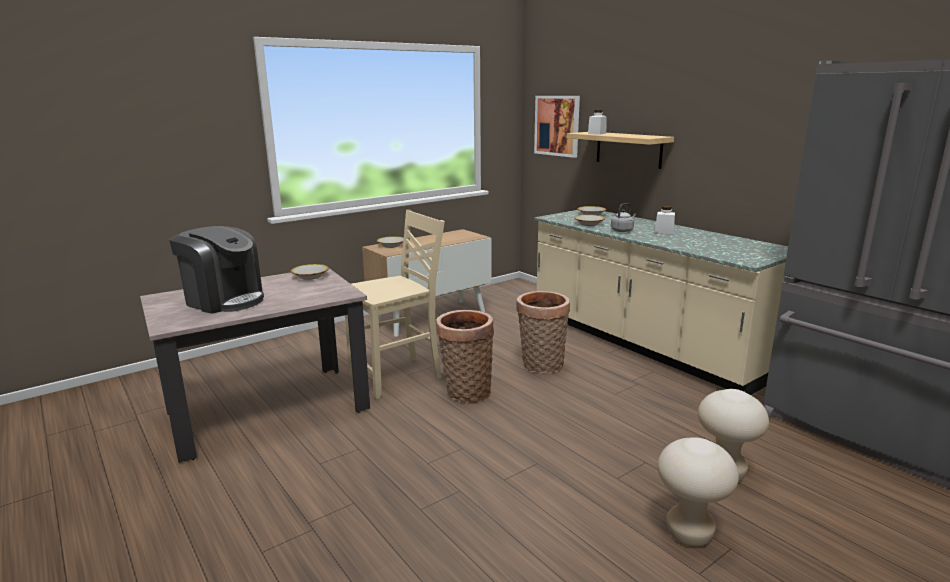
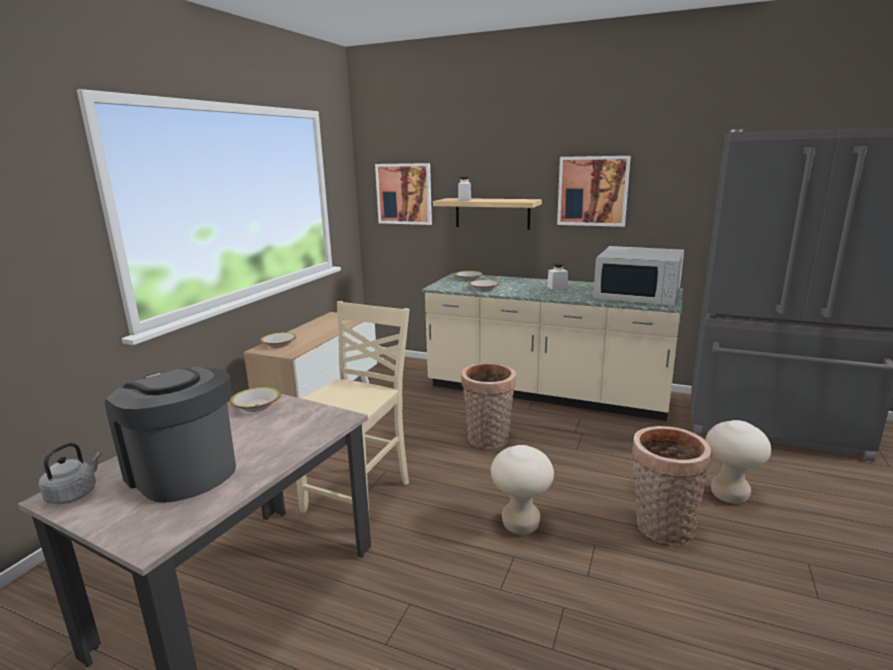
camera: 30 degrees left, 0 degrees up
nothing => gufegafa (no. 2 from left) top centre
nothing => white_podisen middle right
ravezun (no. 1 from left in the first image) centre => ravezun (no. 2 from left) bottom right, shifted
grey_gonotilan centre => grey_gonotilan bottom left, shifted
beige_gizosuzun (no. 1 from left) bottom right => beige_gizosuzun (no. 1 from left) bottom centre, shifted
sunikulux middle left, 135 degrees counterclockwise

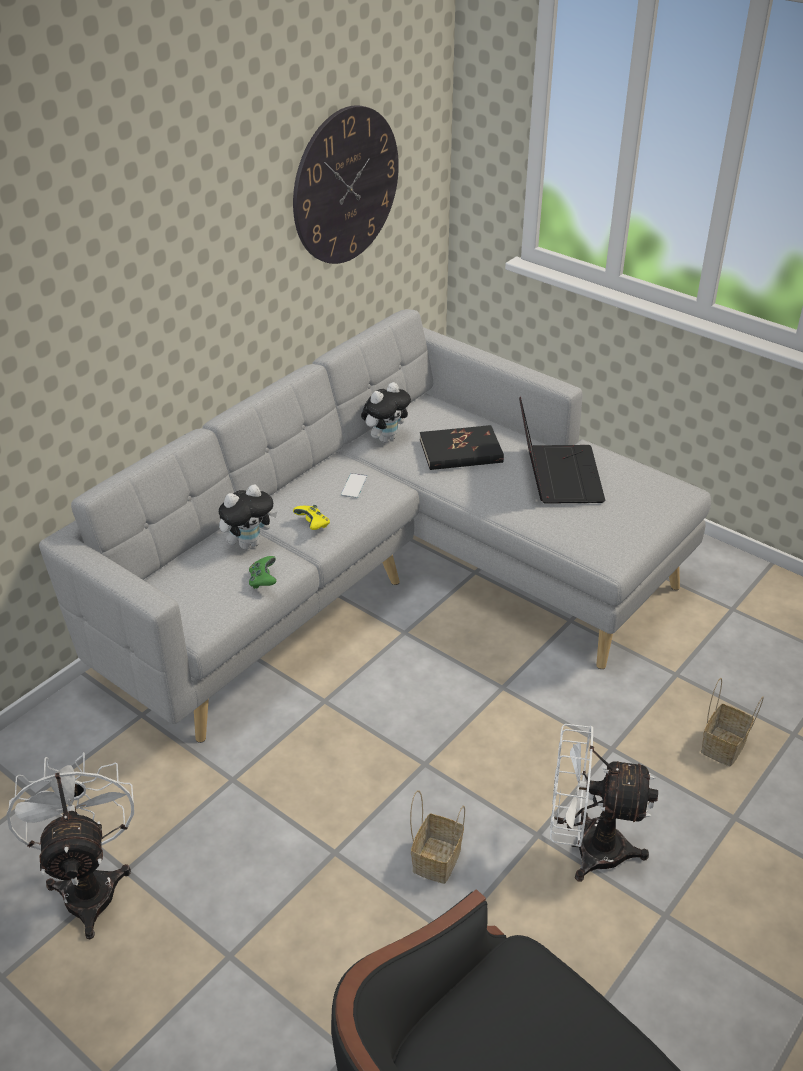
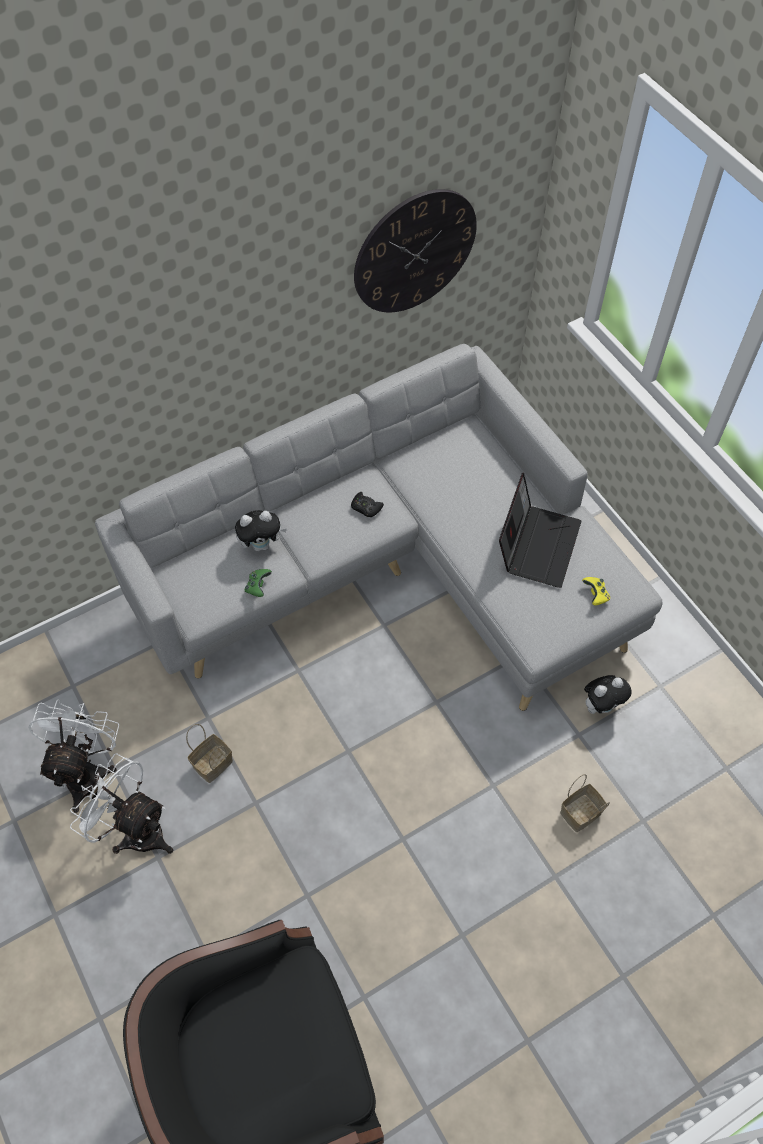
camera: 20 degrees right, 20 degrees up
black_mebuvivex centre => nothing
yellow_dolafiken centre => yellow_dolafiken middle right, shifted
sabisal (no. 2 from left) centre => sabisal (no. 2 from left) middle right, shifted
ravezun (no. 1 from left) bottom centre => ravezun (no. 1 from left) middle left, shifted
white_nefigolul (no. 2 from left) bottom right => white_nefigolul (no. 2 from left) bottom left, shifted
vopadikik centre => black_dolafiken centre

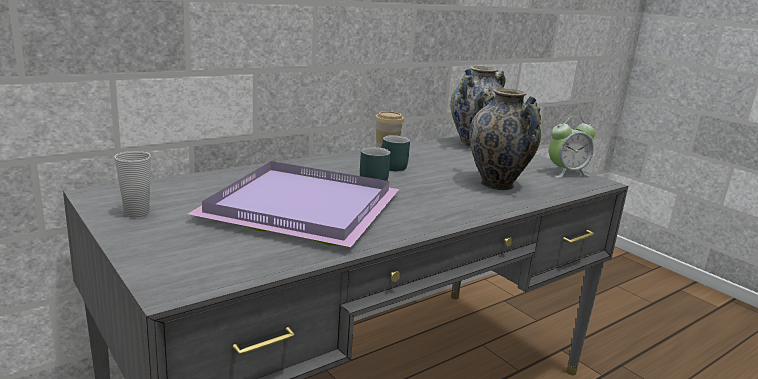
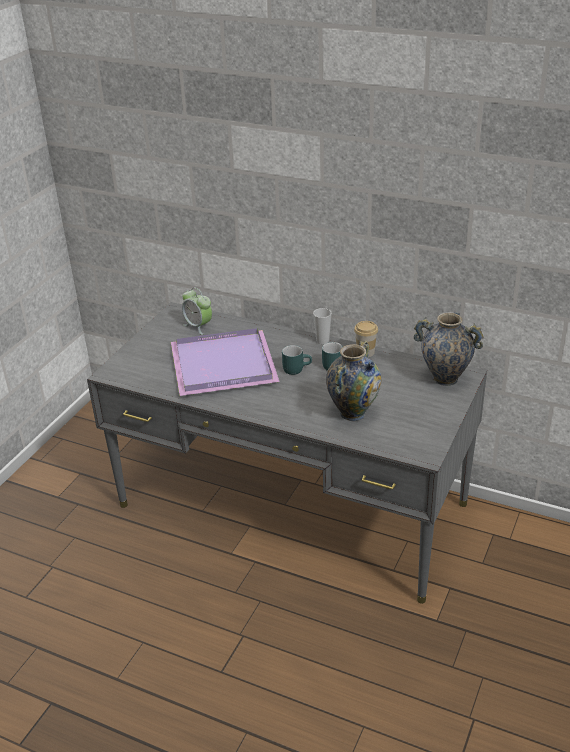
camera: 65 degrees right, 15 degrees up
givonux (no. 1 from left) middle left => givonux (no. 1 from left) centre, shifted
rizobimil middle right => rizobimil centre, shifted

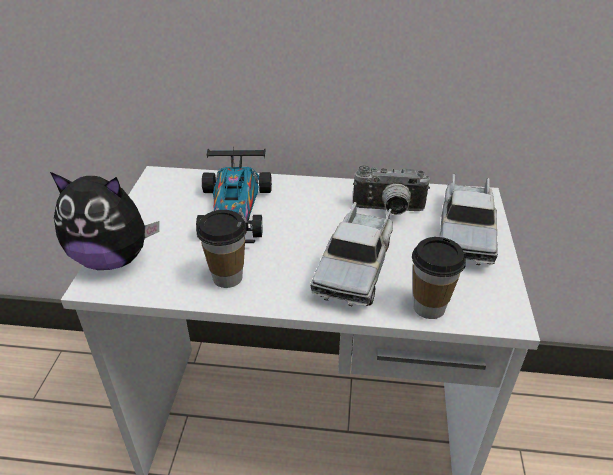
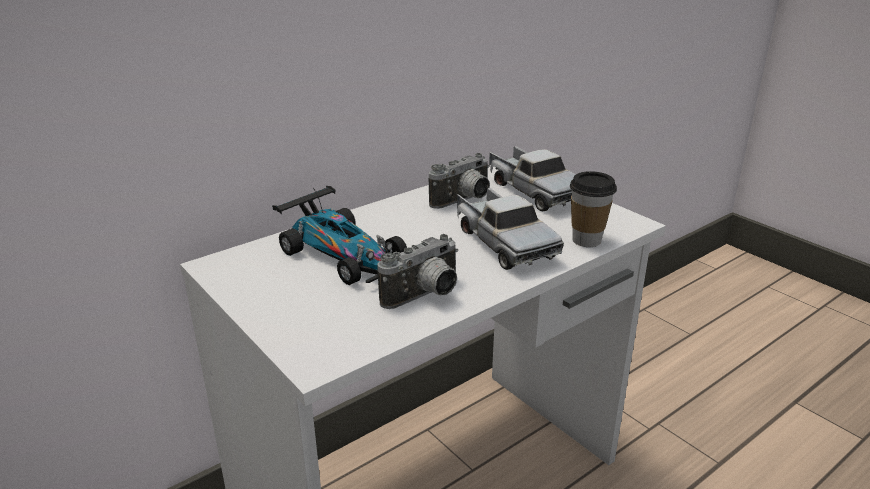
camera: 45 degrees left, 10 degrees down
sabisal middle left => nothing
givonux (no. 1 from left) centre => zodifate (no. 1 from left) centre

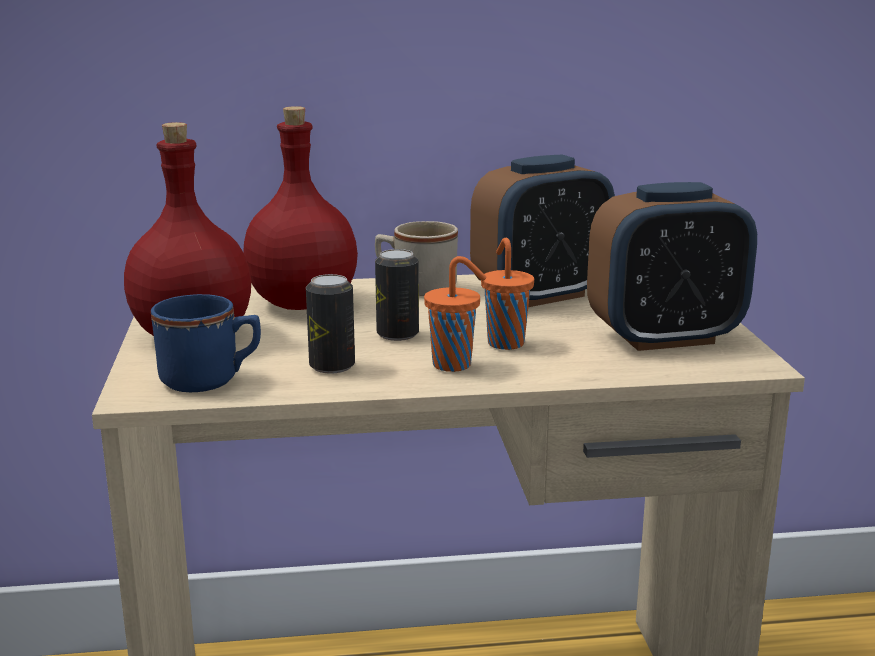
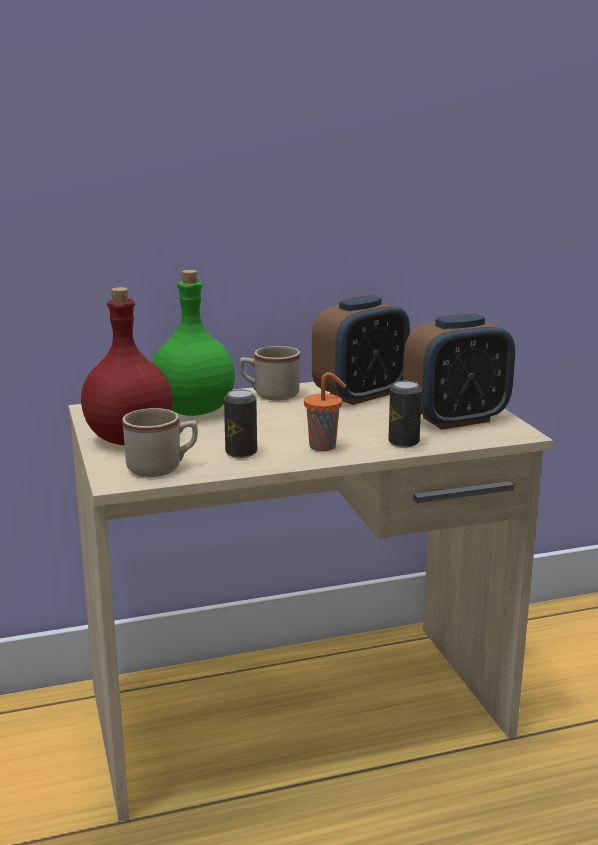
camera: 10 degrees left, 0 degrees up
orange_givonux (no. 2 from left) centre => nothing
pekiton (no. 2 from left) centre => pekiton (no. 2 from left) middle right, shifted
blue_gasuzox middle left => beige_gasuzox (no. 1 from left) middle left
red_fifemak (no. 2 from left) top centre => green_fifemak middle left

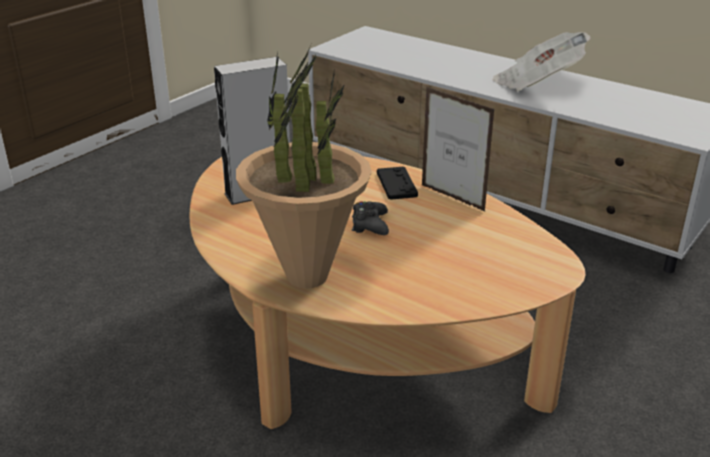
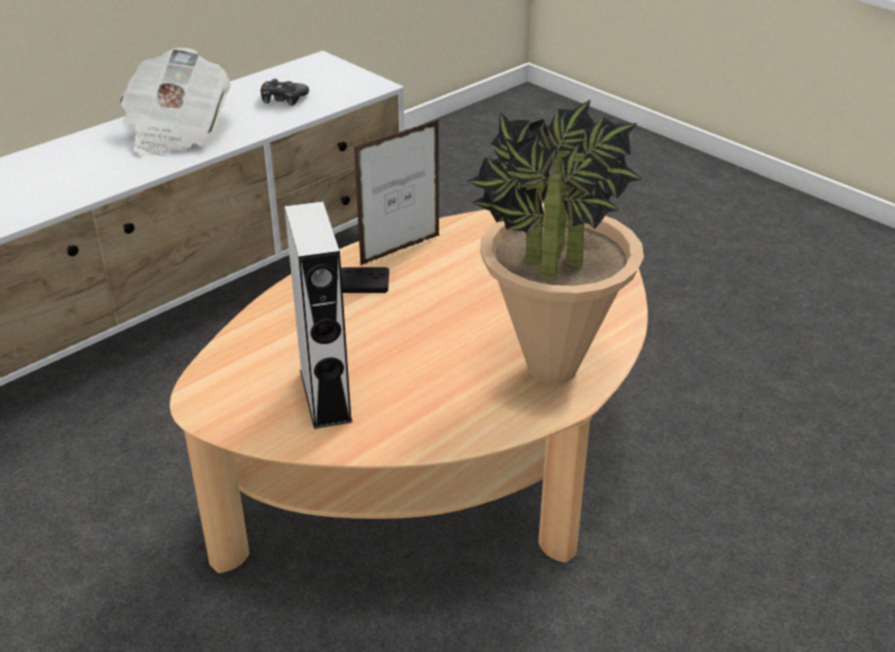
camera: 80 degrees left, 5 degrees up
black_dolafiken (no. 1 from left) centre => black_dolafiken (no. 1 from left) top left, shifted

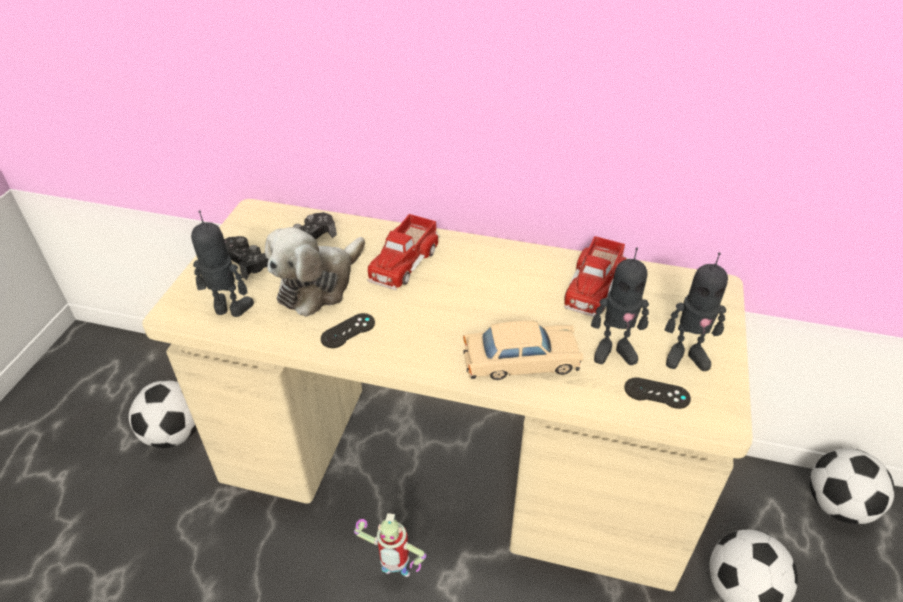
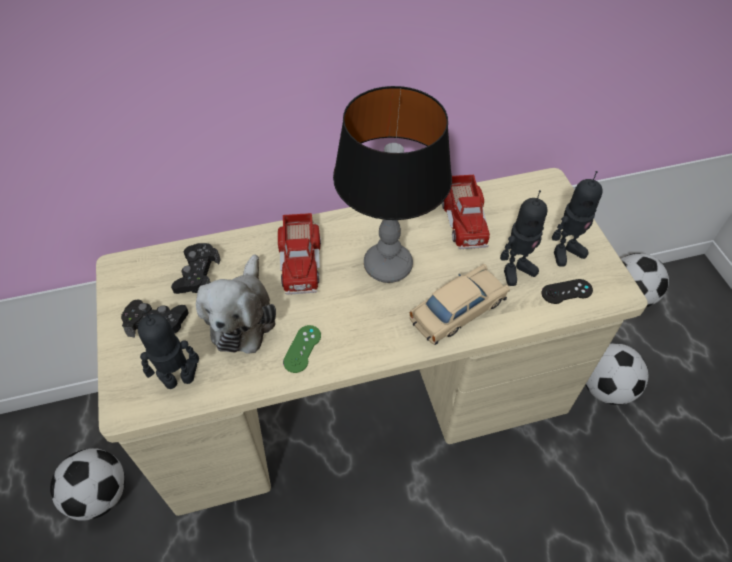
camera: 30 degrees left, 10 degrees up
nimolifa (no. 2 from left) bottom centre => nothing
nothing => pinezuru top centre
black_dolafiken (no. 3 from left) centre => green_dolafiken centre

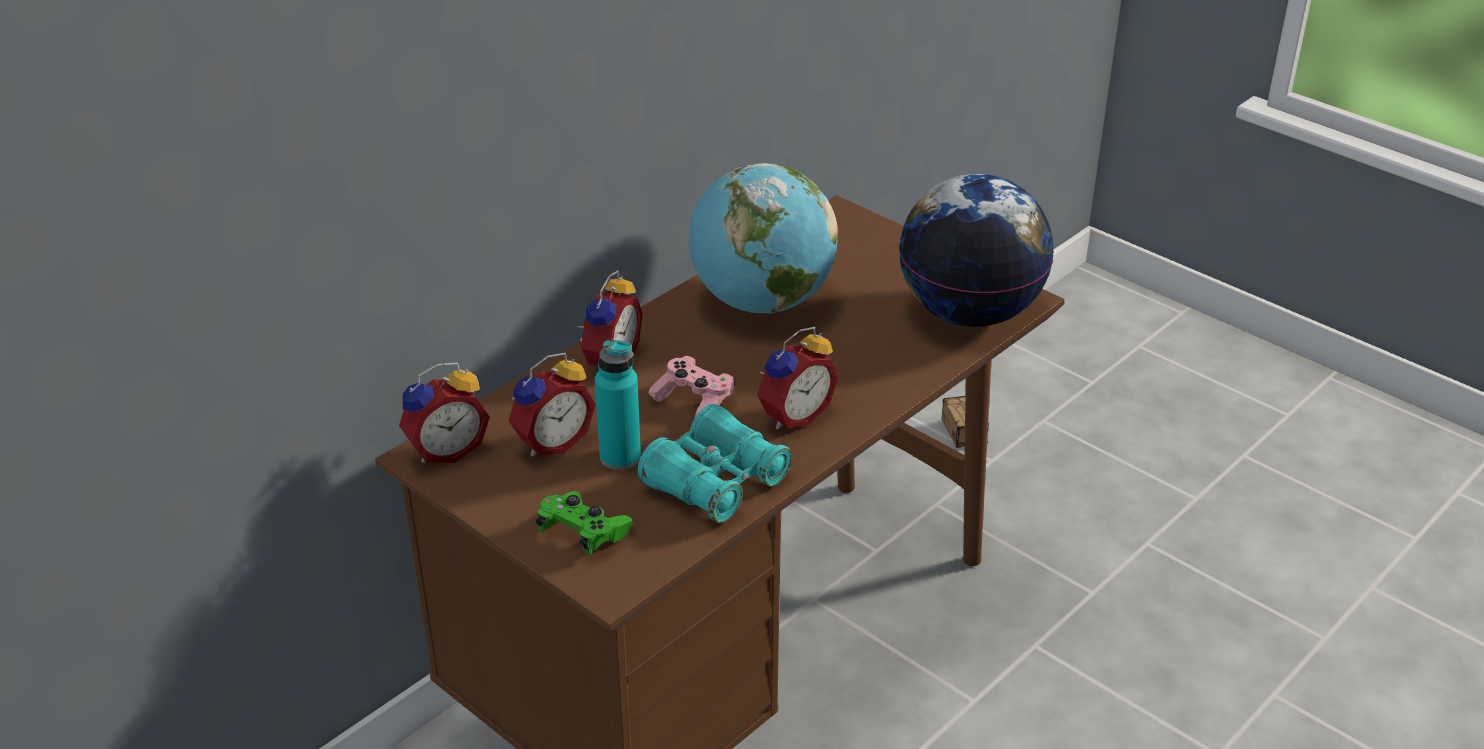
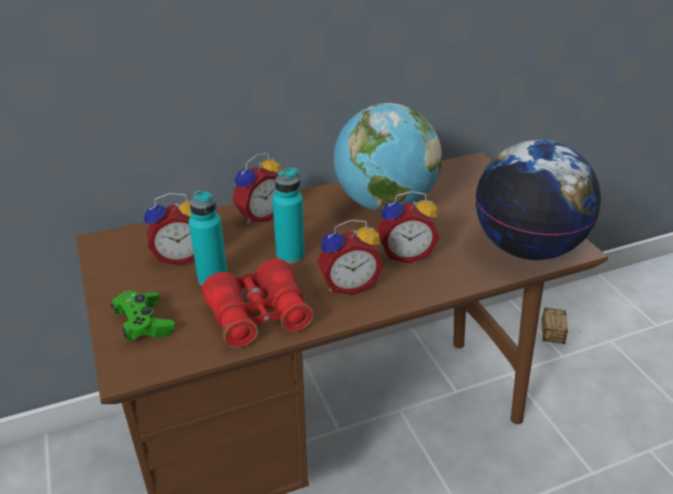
camera: 25 degrees right, 0 degrees up
rizobimil (no. 1 from left in the first image) middle left => rizobimil (no. 4 from left) centre, shifted
pink_dolafiken centre => turquoise_fifemak (no. 2 from left) centre
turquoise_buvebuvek centre => red_buvebuvek centre

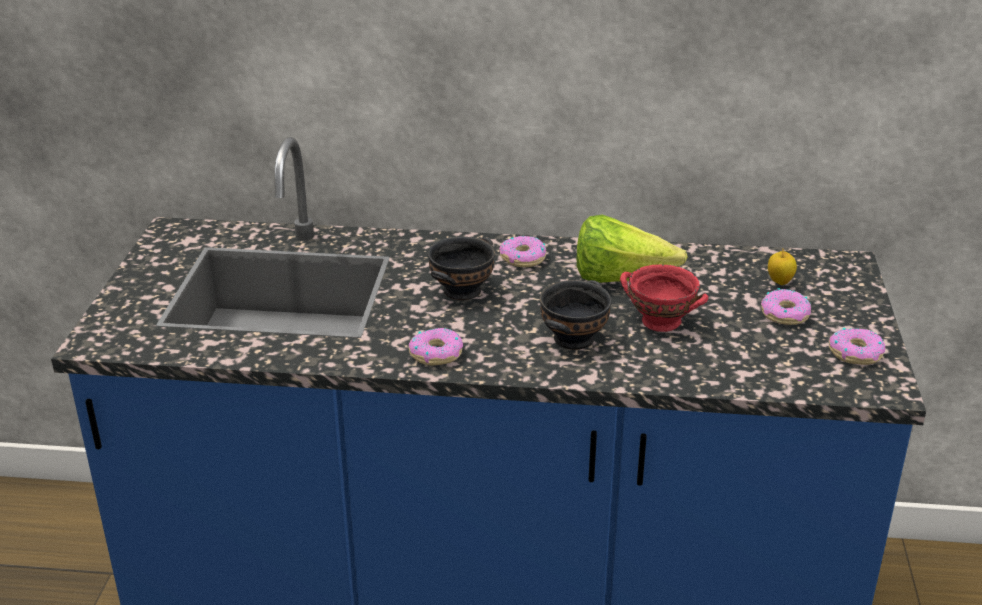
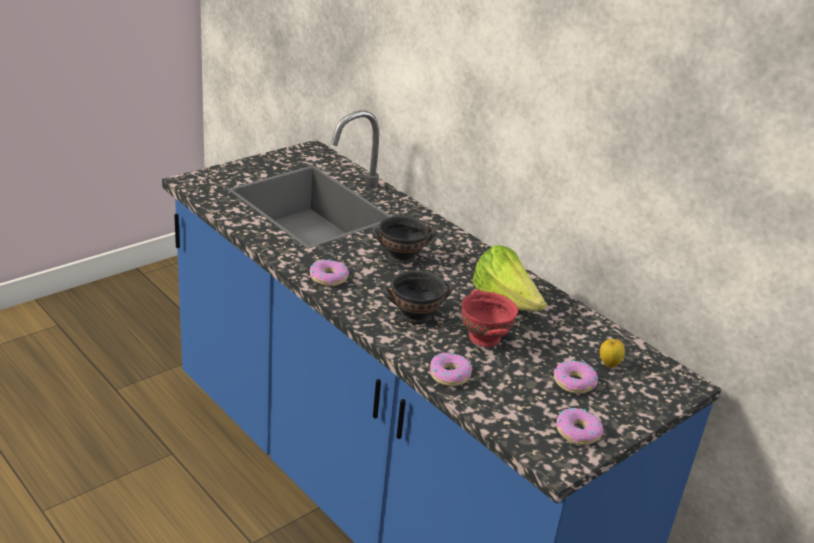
camera: 40 degrees right, 0 degrees up
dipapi (no. 2 from left) centre => dipapi (no. 2 from left) bottom centre, shifted

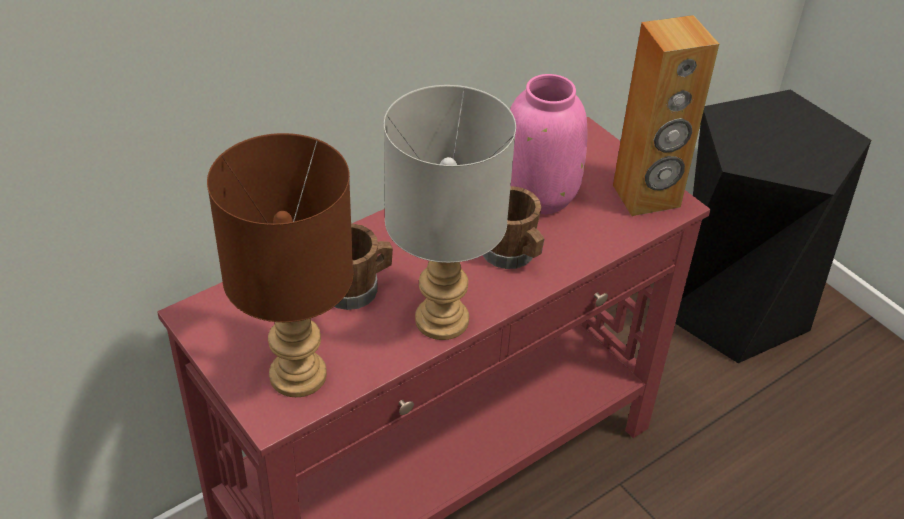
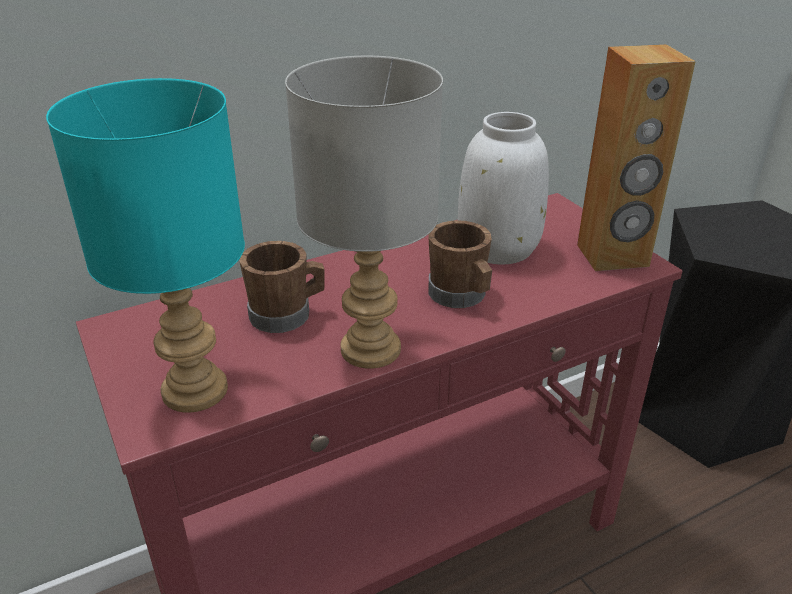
camera: 10 degrees right, 10 degrees down
brown_pinezuru middle left => turquoise_pinezuru middle left
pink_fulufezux top centre => white_fulufezux top centre

